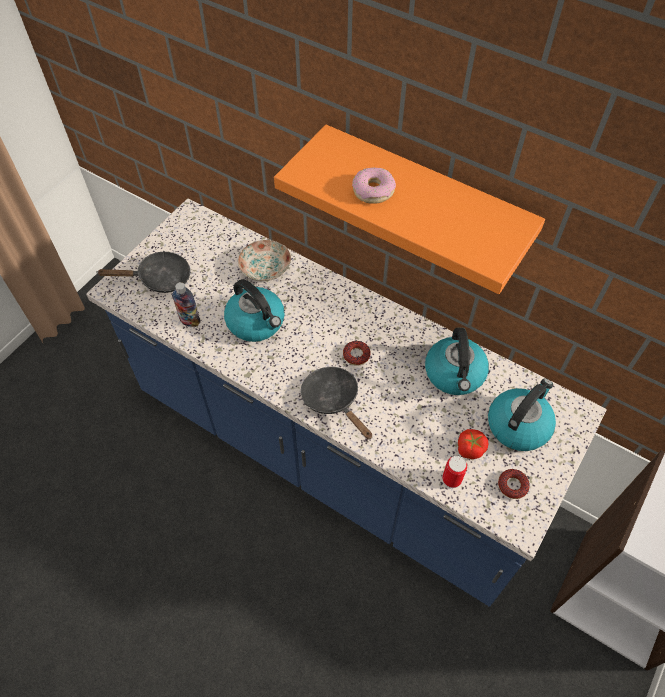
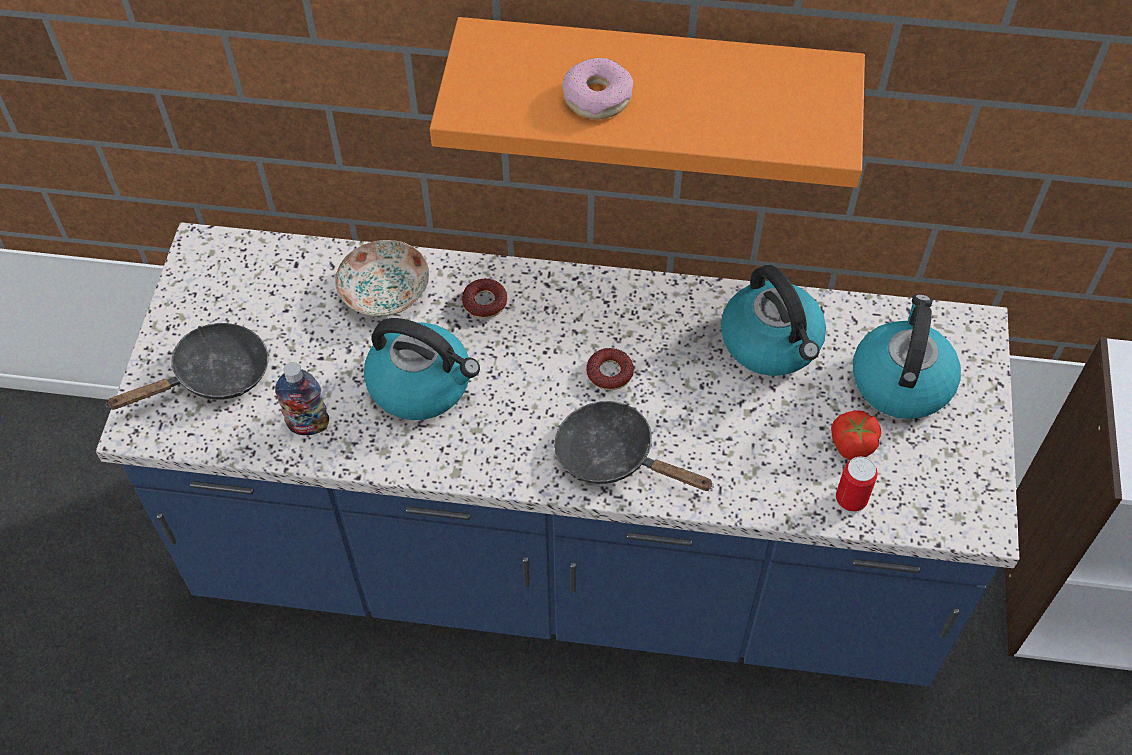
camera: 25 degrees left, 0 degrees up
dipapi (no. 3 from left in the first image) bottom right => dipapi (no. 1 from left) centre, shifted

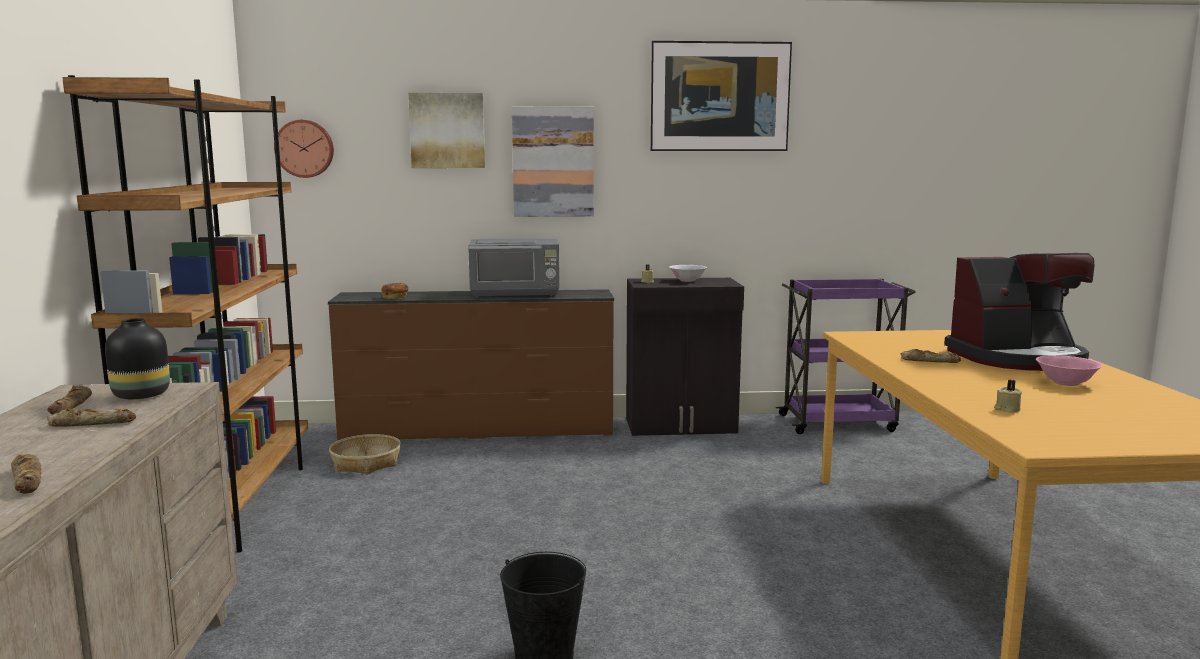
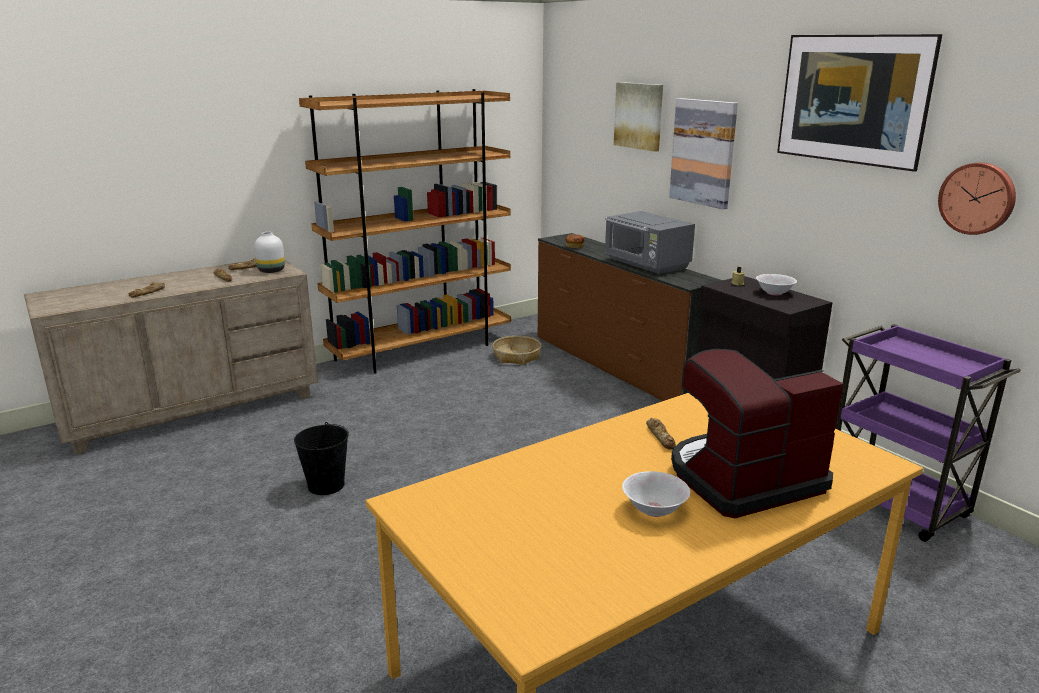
camera: 60 degrees right, 10 degrees up
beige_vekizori (no. 2 from left) middle right => nothing
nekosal top left => nekosal top right, shifted
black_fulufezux middle left => white_fulufezux middle left
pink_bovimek middle right => white_bovimek (no. 1 from left) bottom centre
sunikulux middle right, 105 degrees clockwise

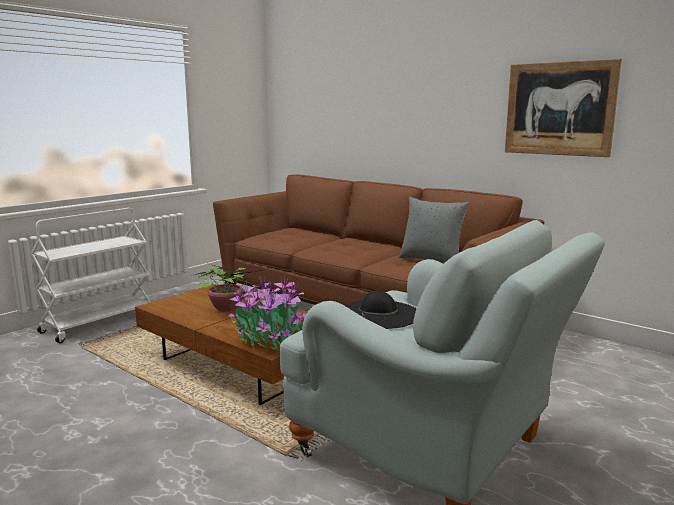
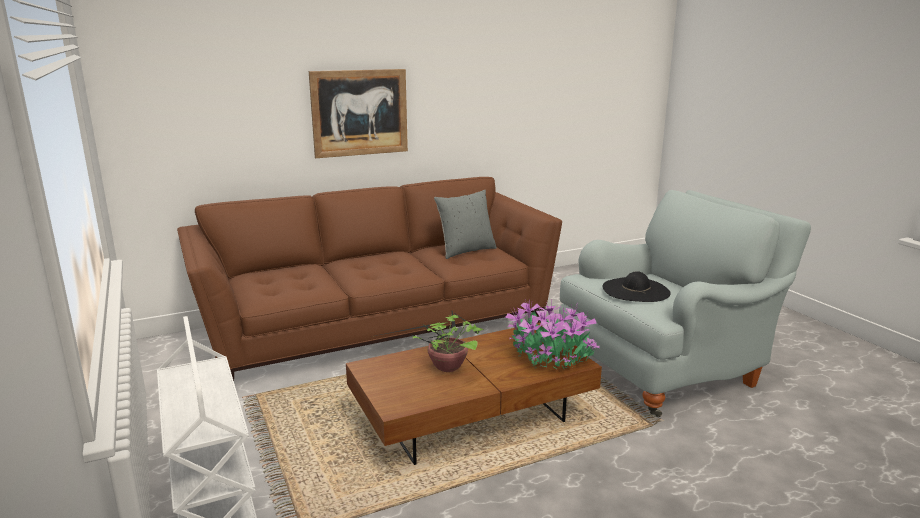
camera: 65 degrees left, 5 degrees up
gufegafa top right => gufegafa top centre, shifted

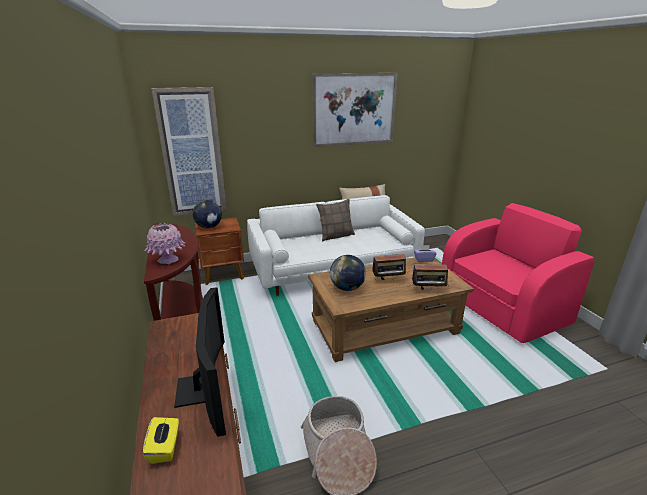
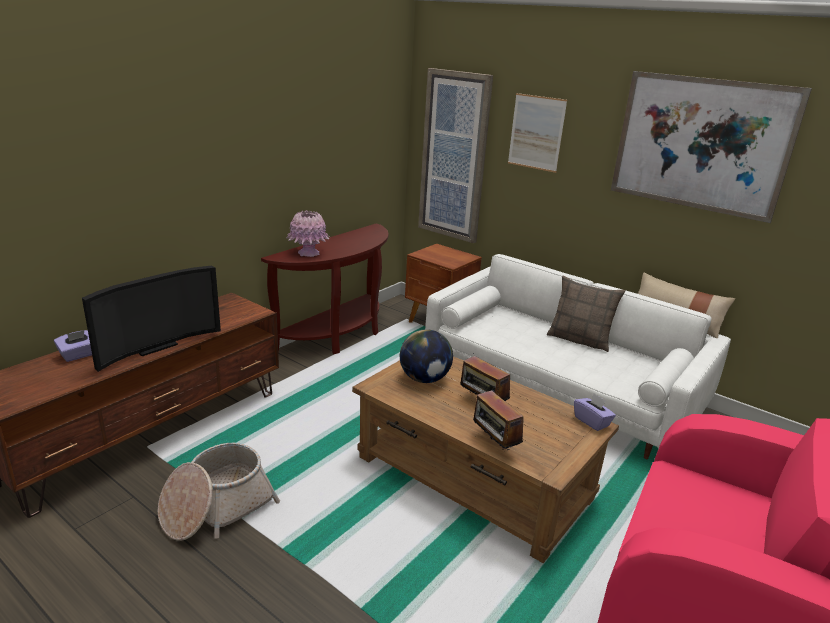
camera: 55 degrees right, 0 degrees up
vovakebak (no. 1 from left) middle left => nothing
nothing => gufegafa (no. 2 from left) top centre
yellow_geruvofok bottom left => purple_geruvofok (no. 1 from left) middle left

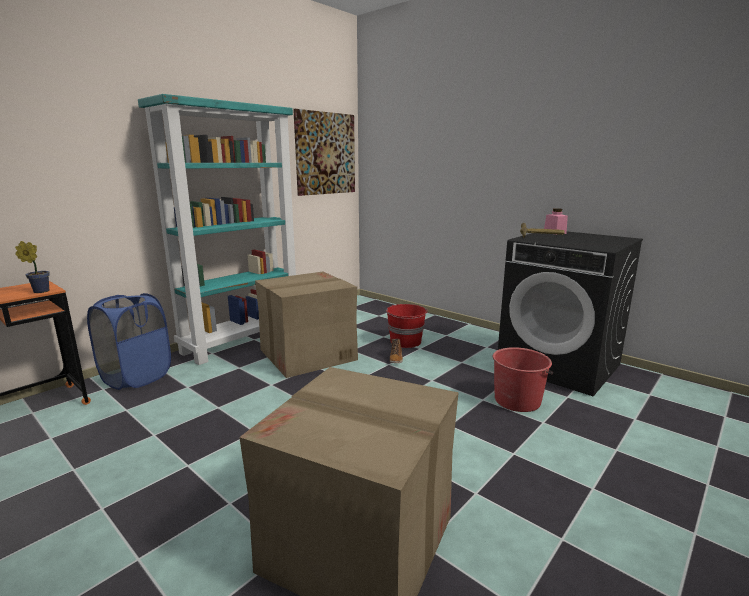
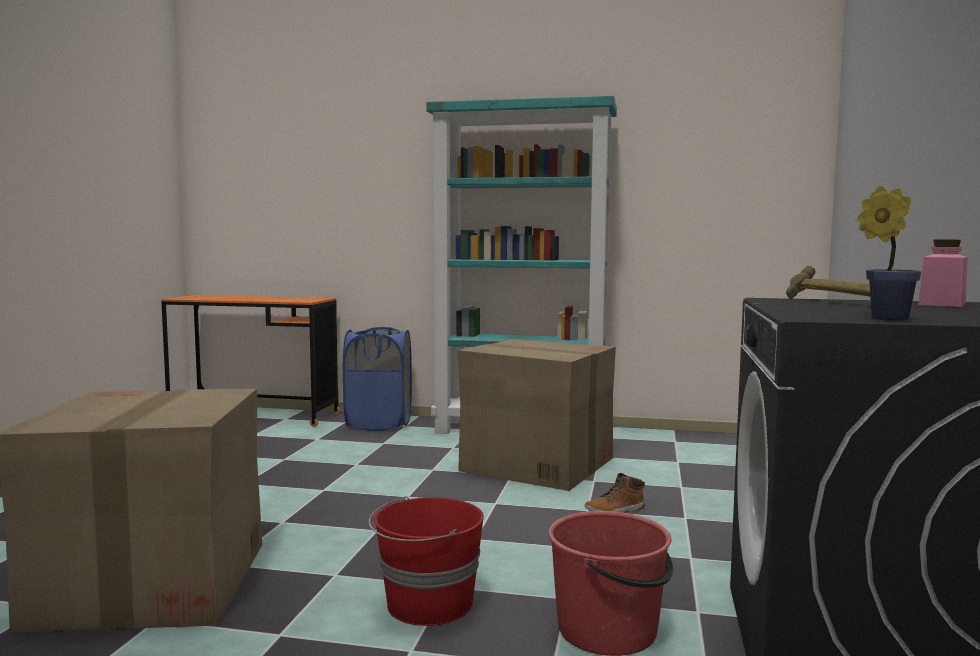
camera: 60 degrees right, 10 degrees down
gufegafa top centre => nothing
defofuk middle left => defofuk middle right, shifted
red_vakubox (no. 1 from left) centre => red_vakubox (no. 1 from left) bottom centre, shifted

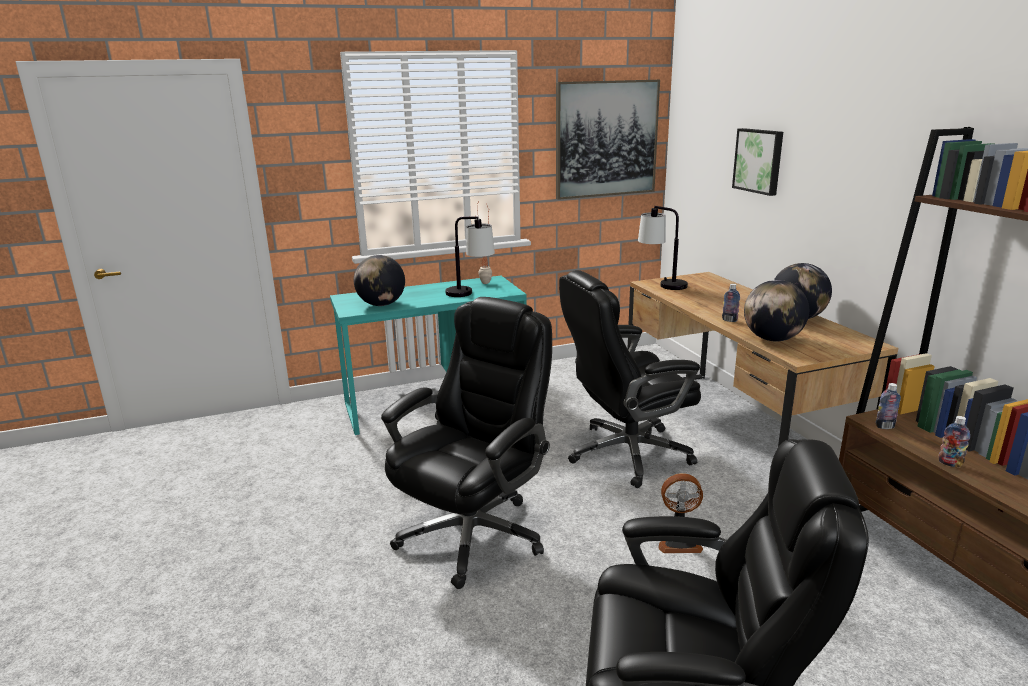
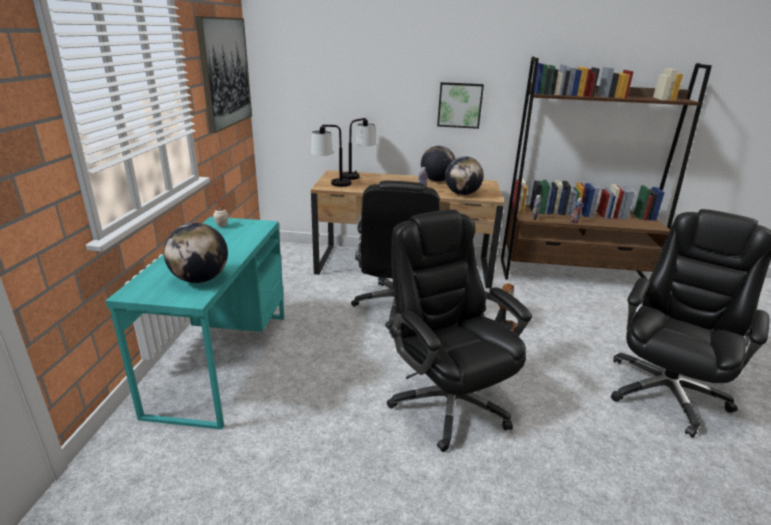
camera: 65 degrees left, 5 degrees up
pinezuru (no. 1 from left in the first image) centre => pinezuru (no. 2 from left) top centre, shifted
gufegafa (no. 2 from left) top right => gufegafa (no. 2 from left) top centre, shifted

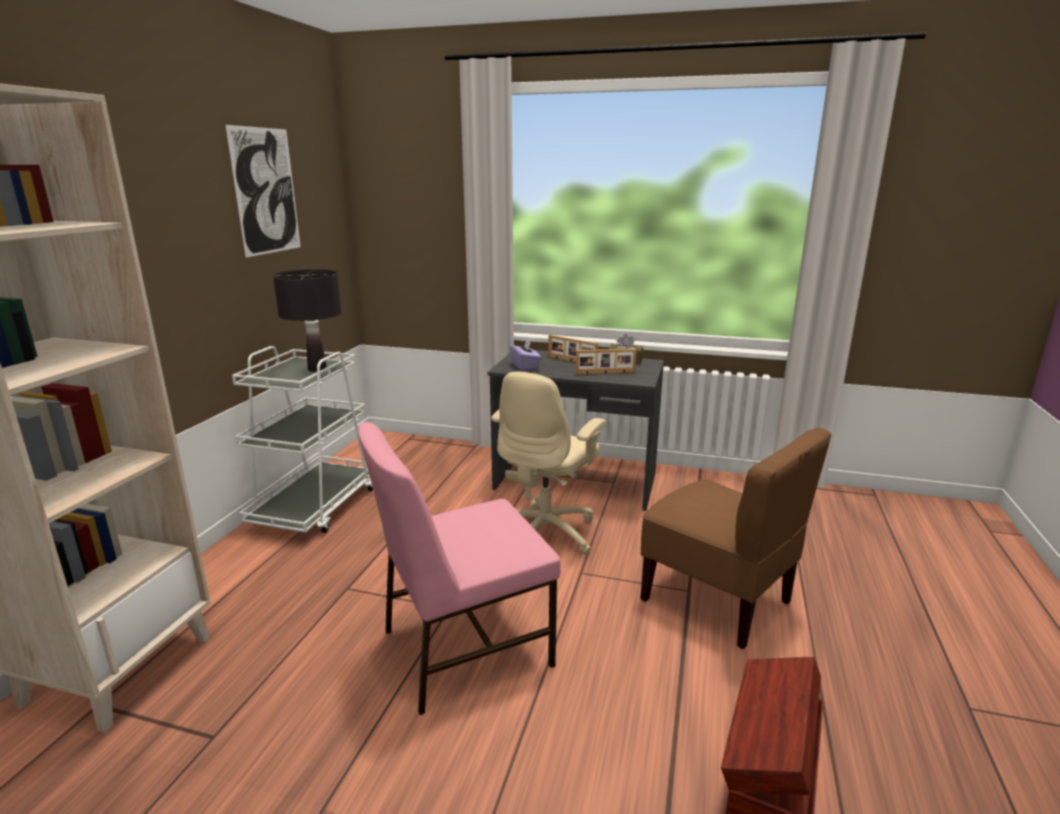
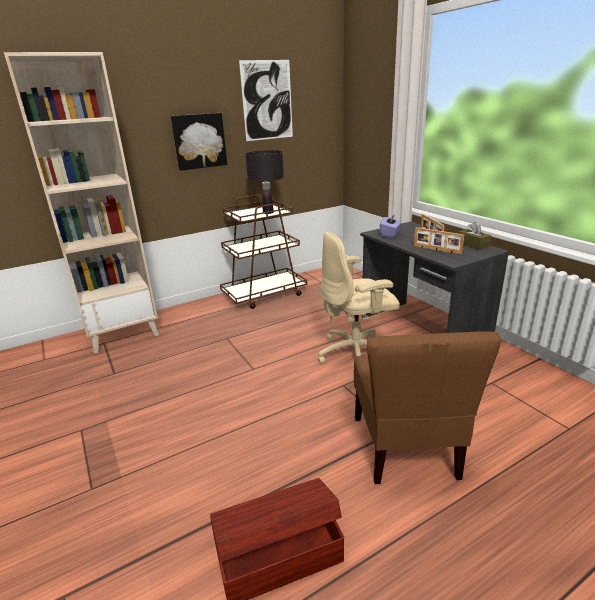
camera: 45 degrees right, 5 degrees up
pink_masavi bottom centre => nothing
nothing => gufegafa (no. 1 from left) top centre
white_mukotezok middle left => brown_mukotezok centre

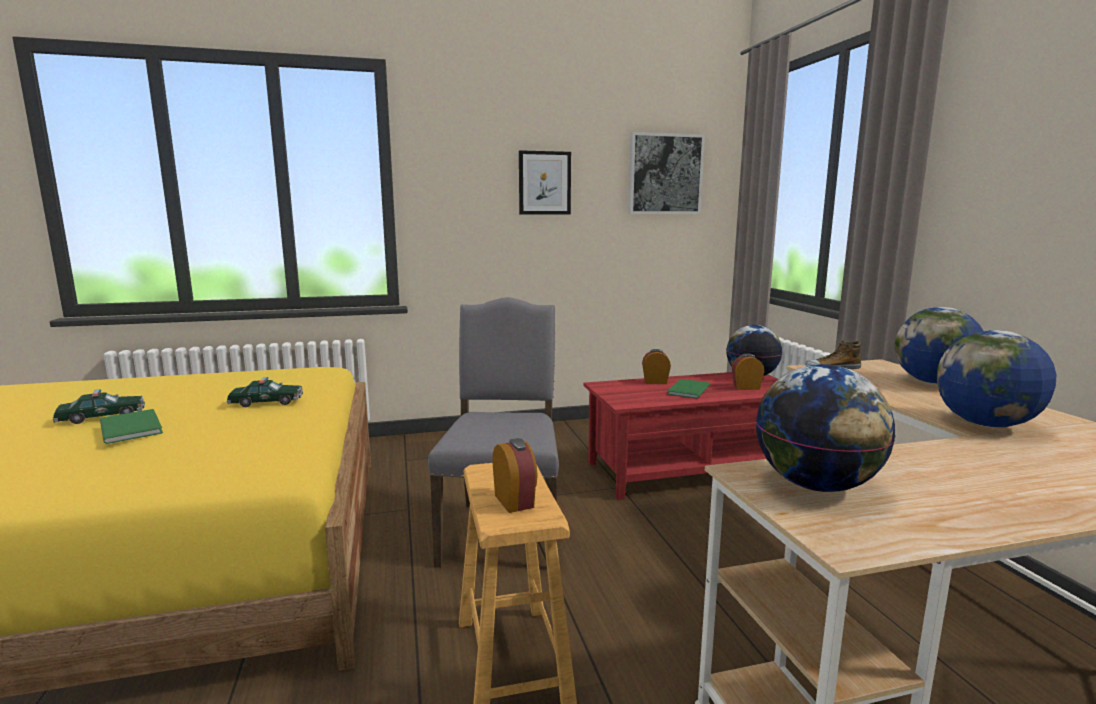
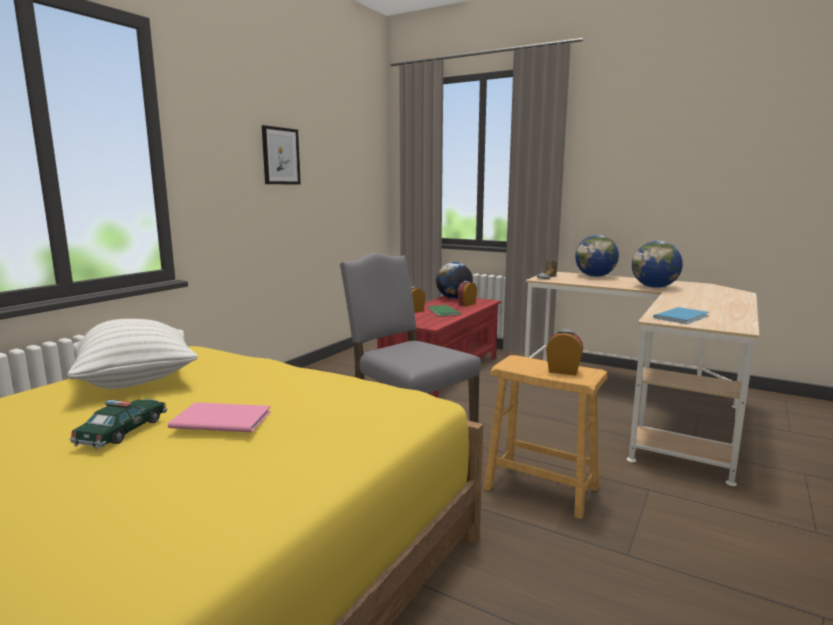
camera: 45 degrees left, 0 degrees up
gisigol (no. 2 from left) middle left => nothing
gufegafa (no. 2 from left) top centre => nothing
nothing => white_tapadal middle left
vovakebak (no. 2 from left) middle right => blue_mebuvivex middle right
green_mebuvivex (no. 1 from left) middle left => pink_mebuvivex bottom left

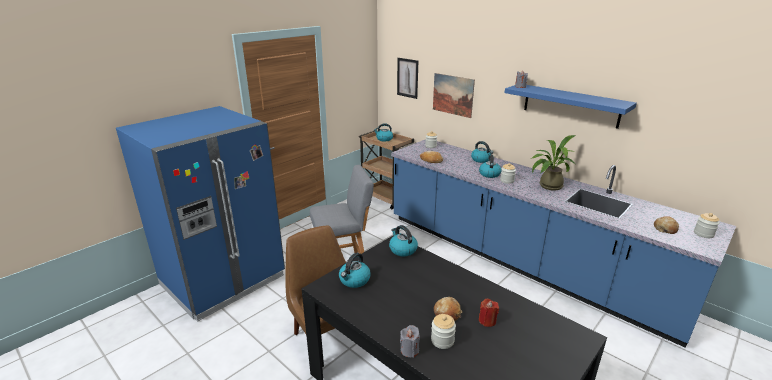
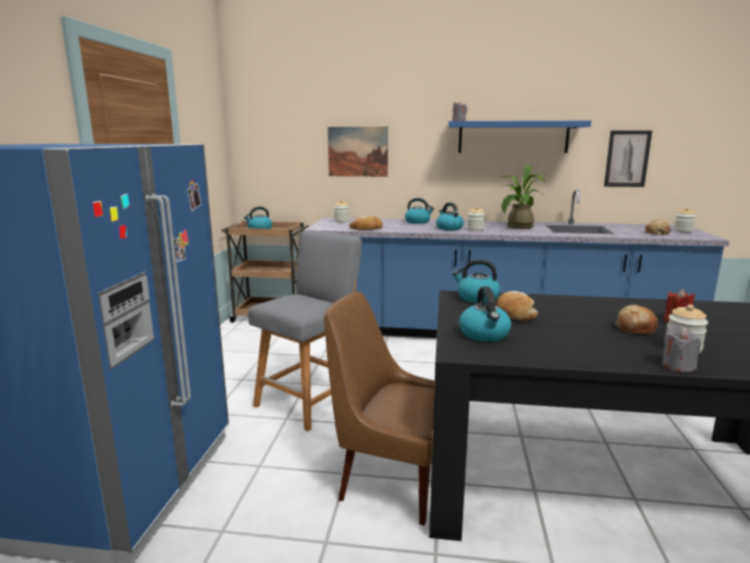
camera: 35 degrees left, 10 degrees down
nothing => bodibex (no. 2 from left) middle right
gufegafa (no. 1 from left in the first image) top centre => gufegafa (no. 2 from left) top right, shifted

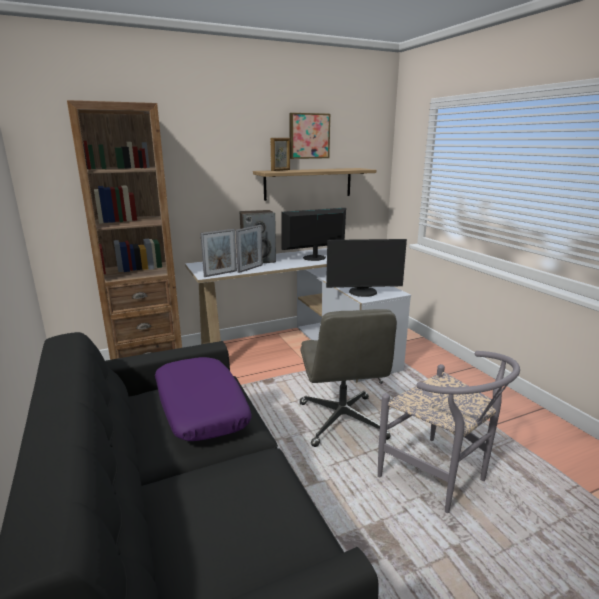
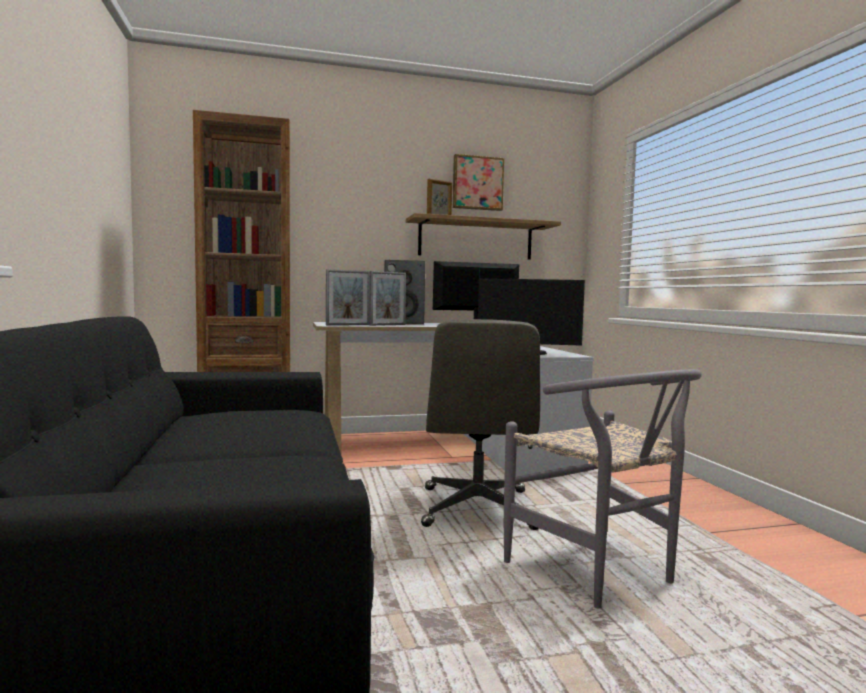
camera: 10 degrees right, 15 degrees down
purple_tapadal centre => nothing

